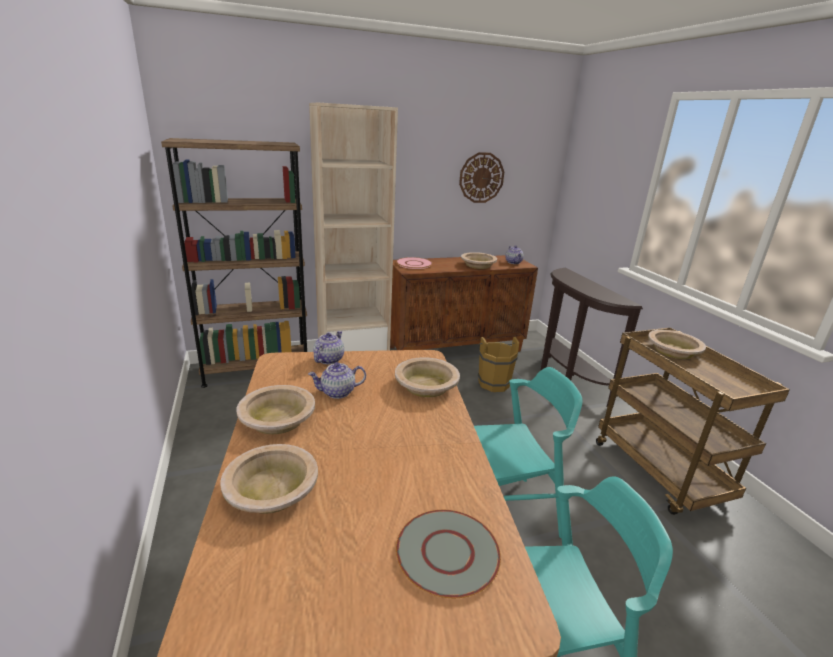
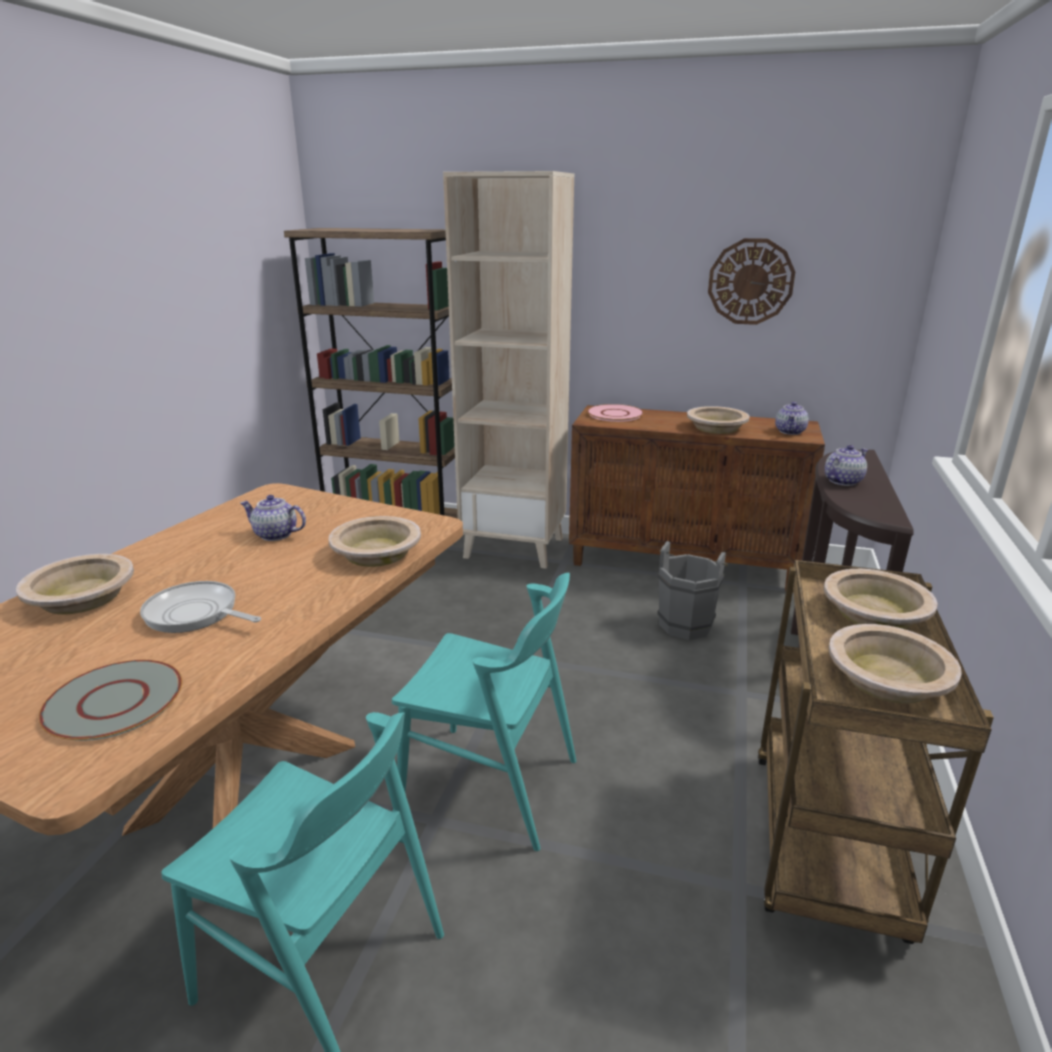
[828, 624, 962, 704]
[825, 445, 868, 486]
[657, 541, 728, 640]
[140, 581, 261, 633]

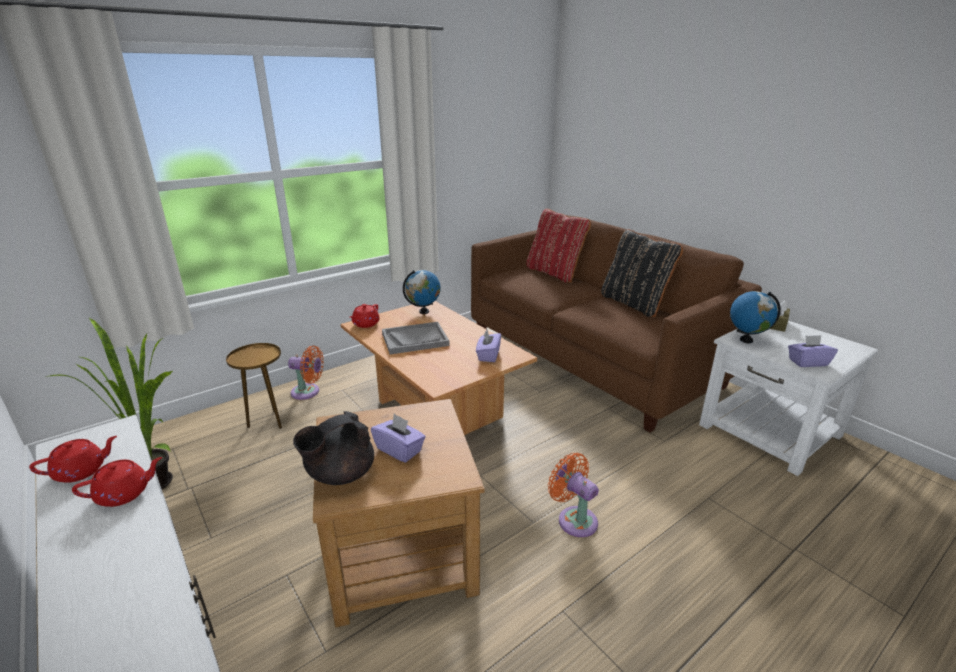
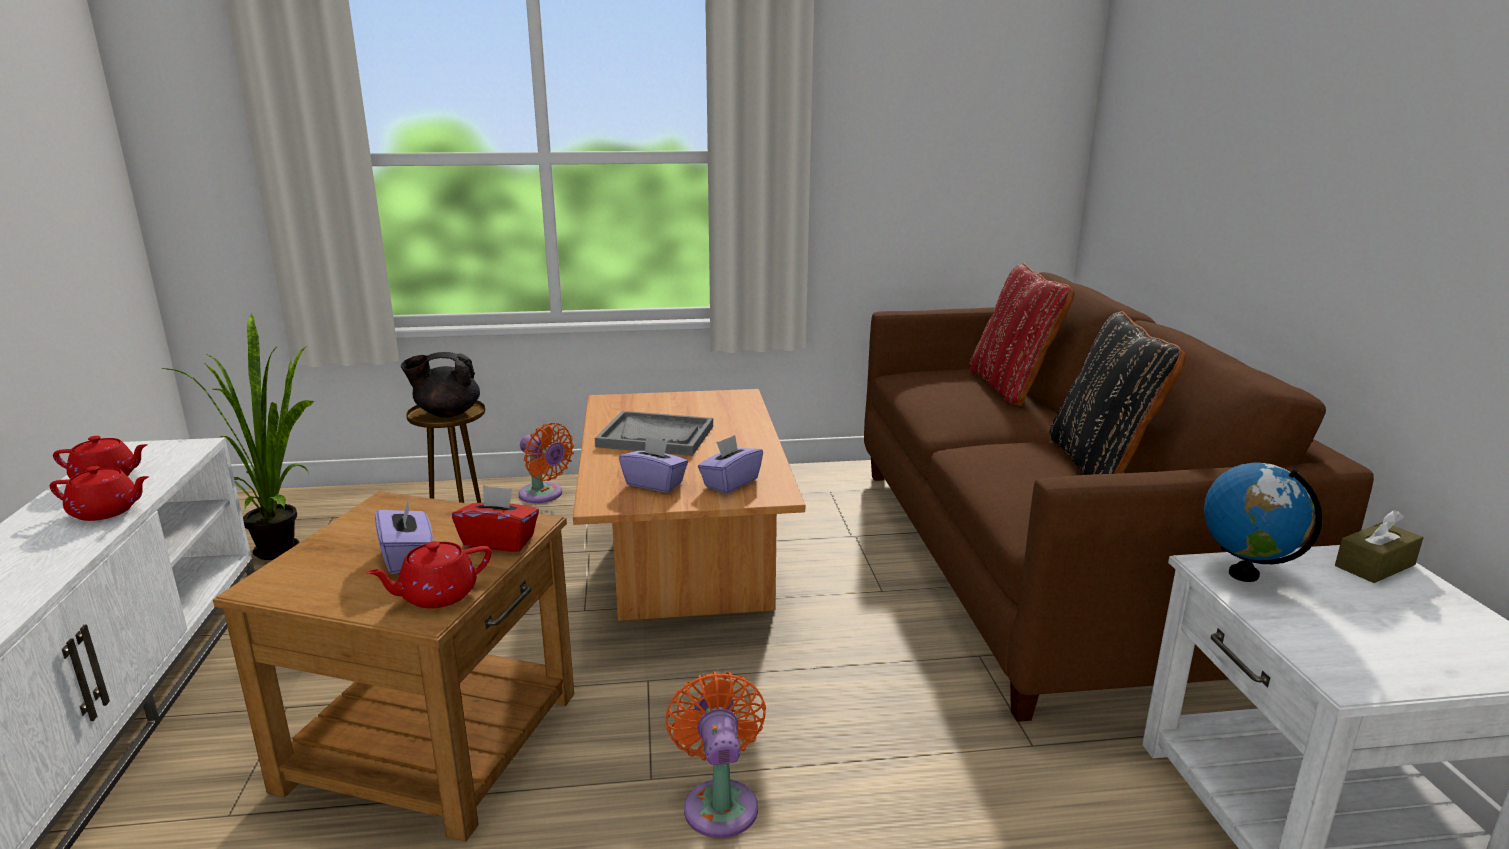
[401, 352, 480, 418]
[366, 541, 491, 608]
[403, 270, 441, 314] (first image)
[619, 436, 688, 493]
[452, 485, 539, 552]

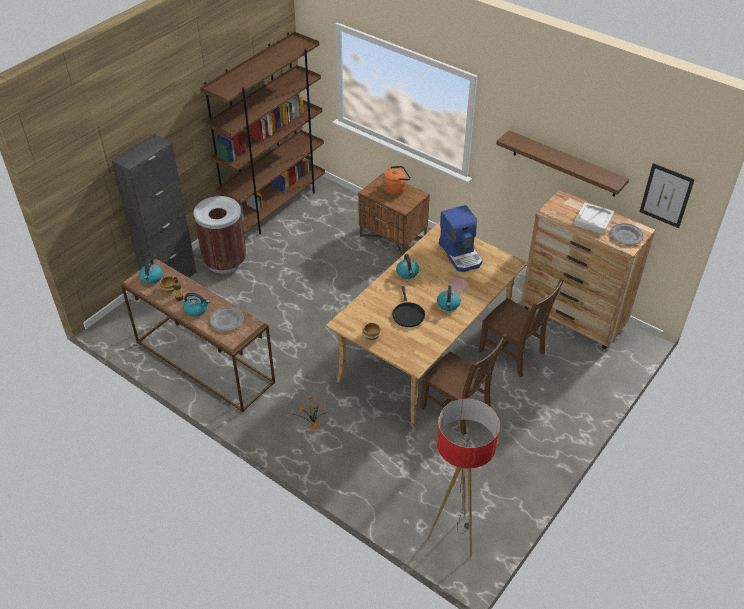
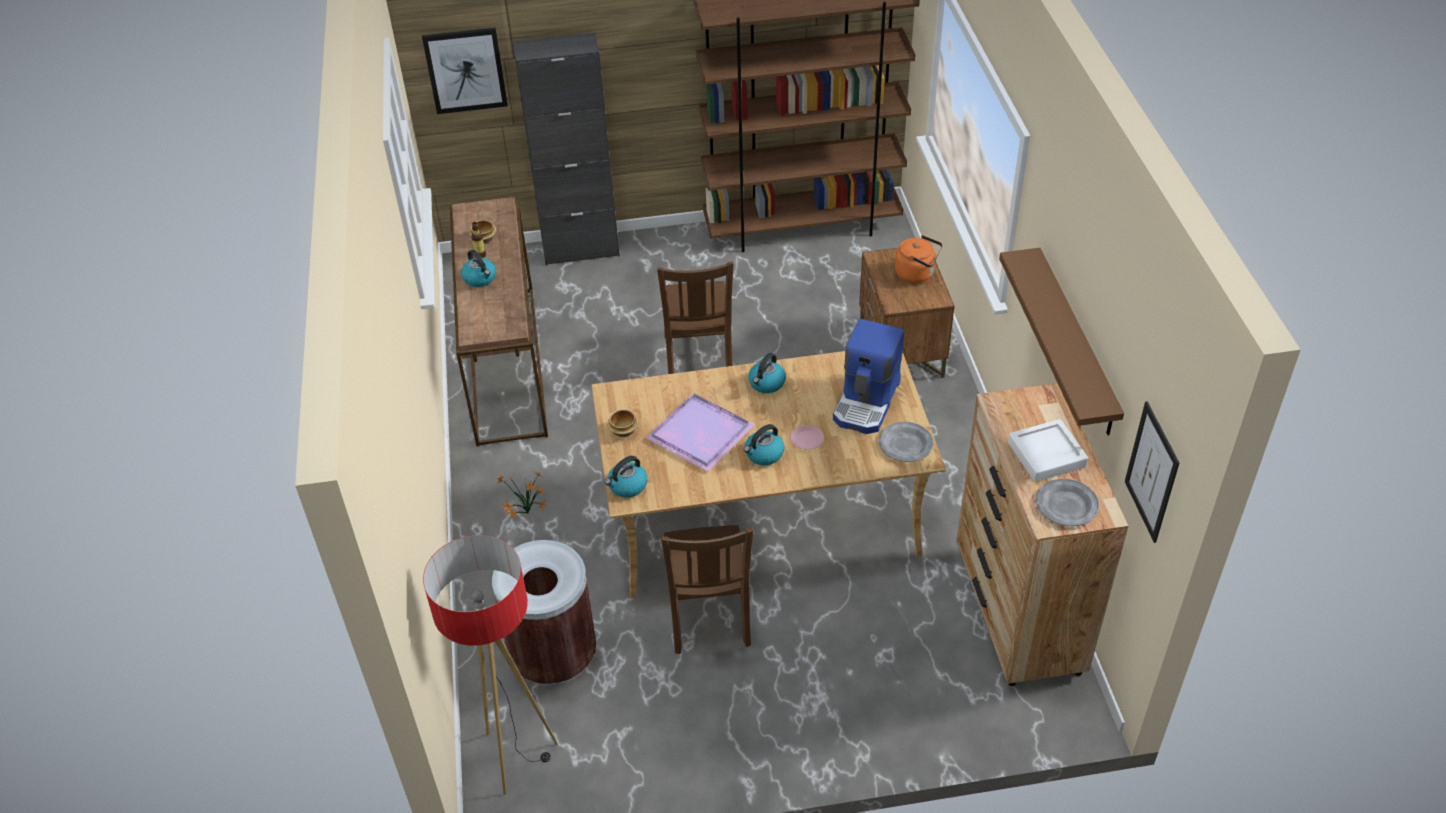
[605, 456, 647, 498]
[492, 540, 596, 686]
[879, 422, 934, 462]
[646, 393, 755, 472]
[657, 261, 734, 374]
[422, 28, 508, 114]

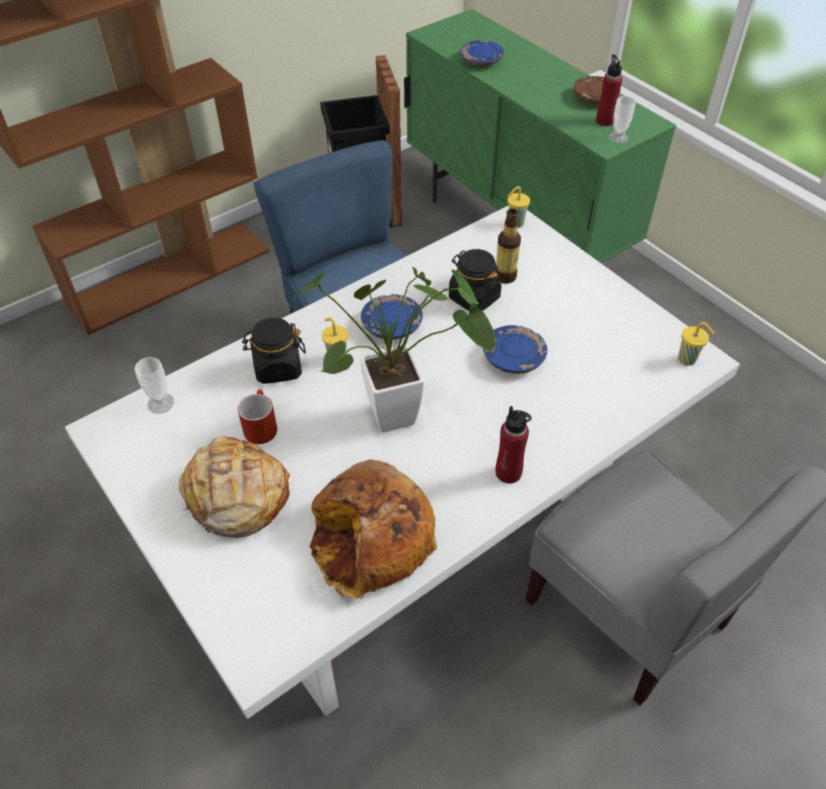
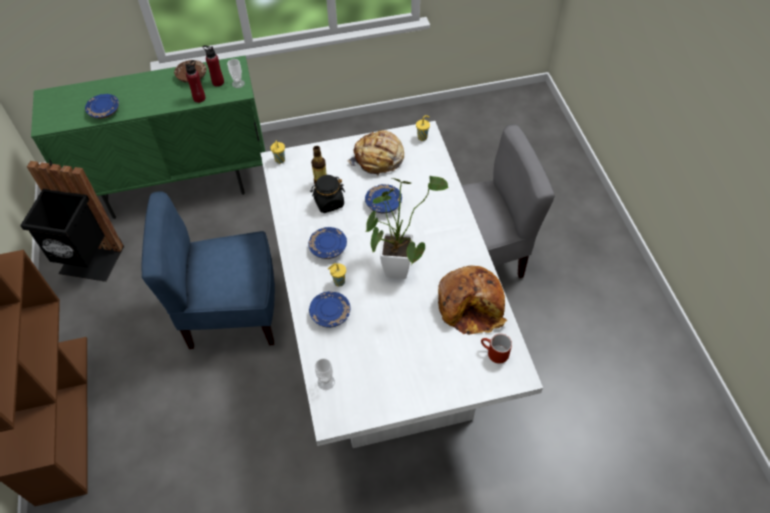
[347, 130, 404, 176]
[481, 334, 512, 364]
[309, 291, 351, 328]
[185, 60, 206, 103]

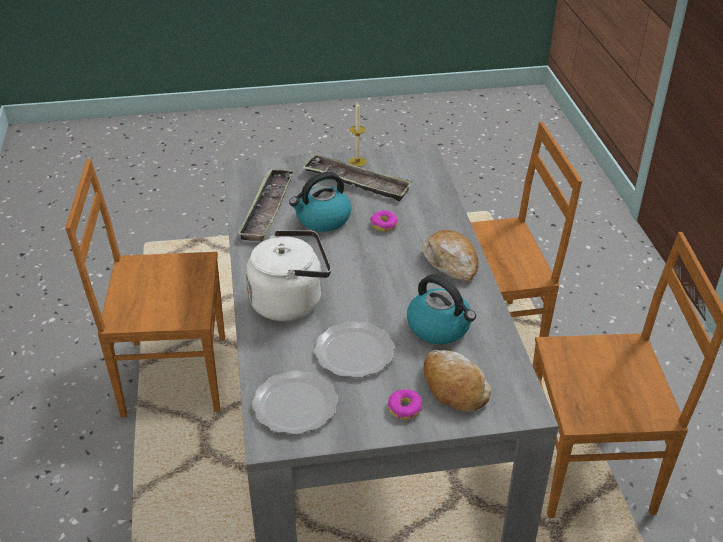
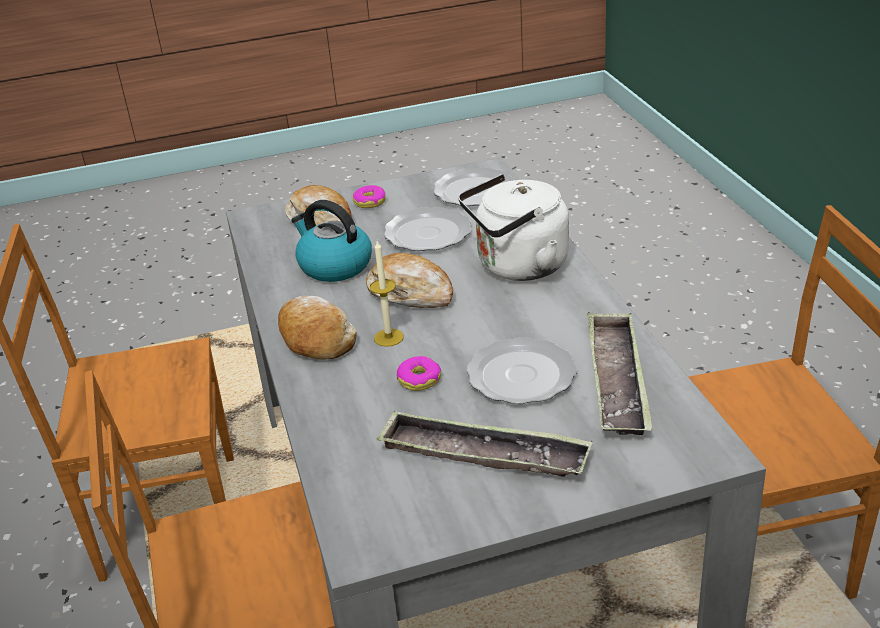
[466, 337, 577, 404]
[370, 241, 404, 347]
[366, 253, 453, 308]

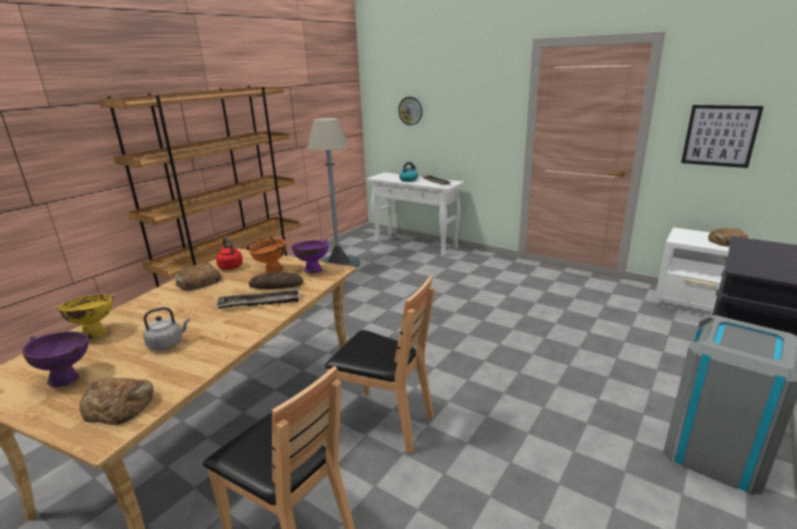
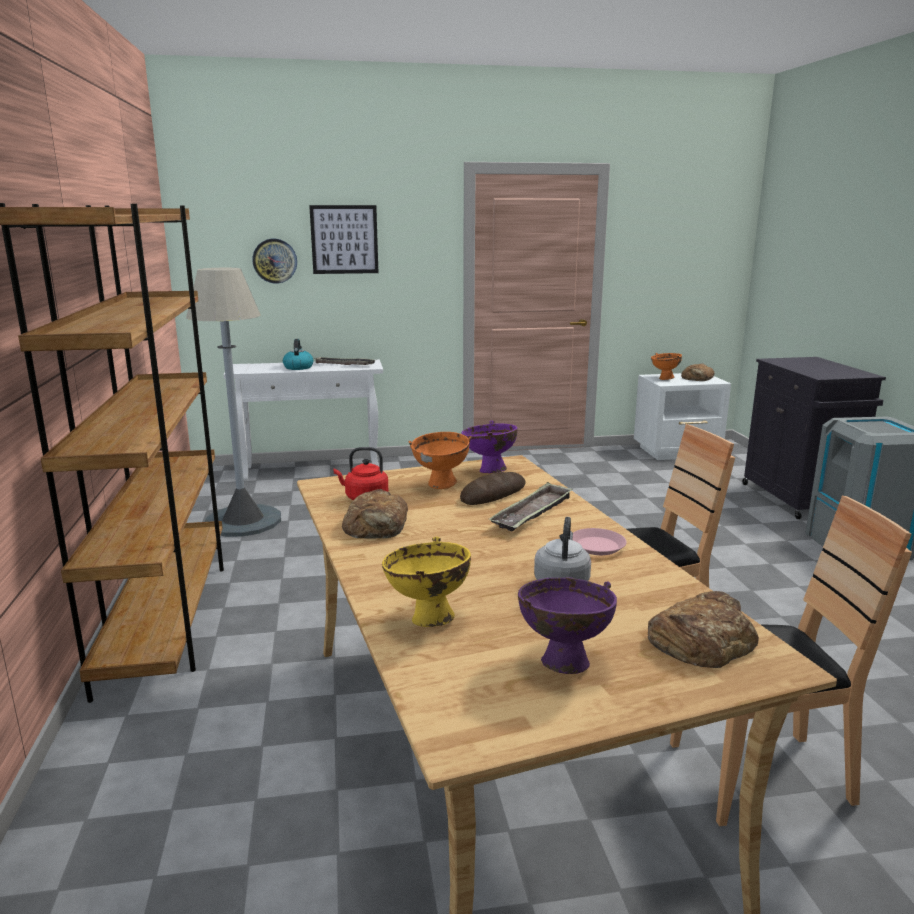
[309, 205, 378, 274]
[572, 528, 626, 555]
[651, 353, 682, 380]

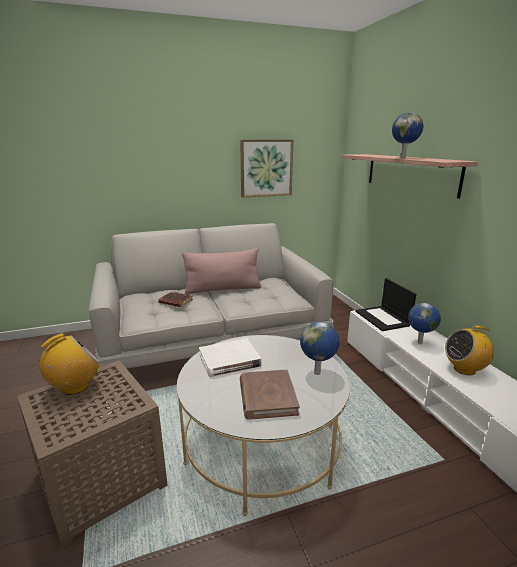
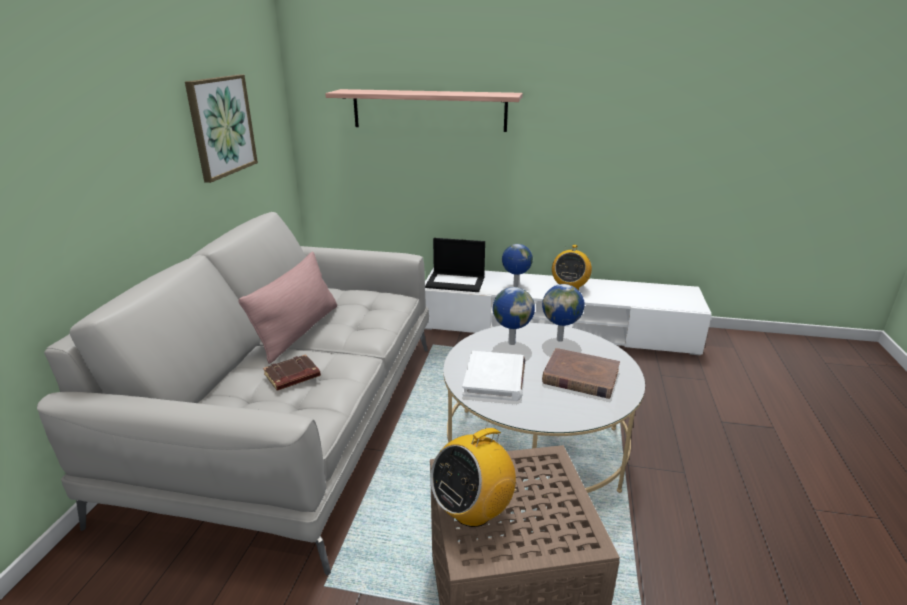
[430, 421, 516, 527]
[493, 287, 535, 345]

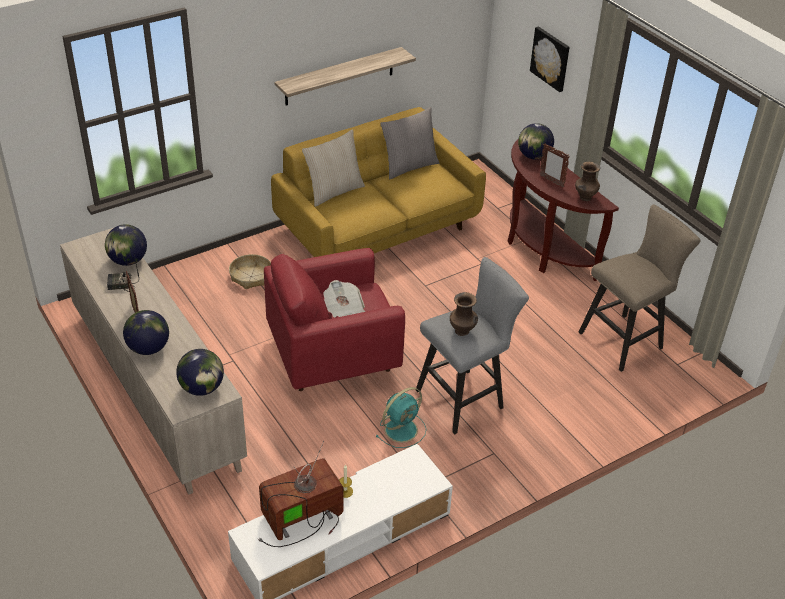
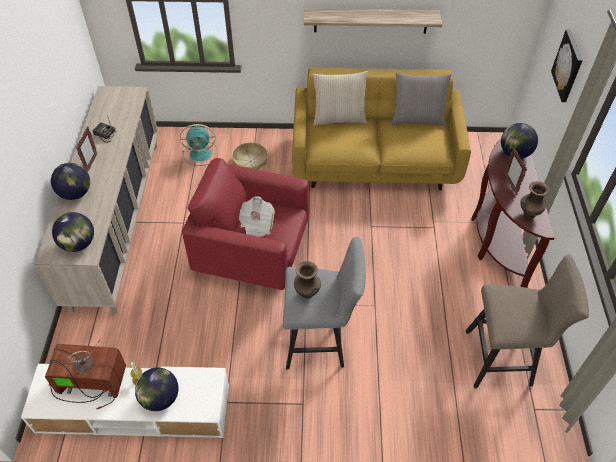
[135, 368, 179, 411]
[180, 124, 218, 166]

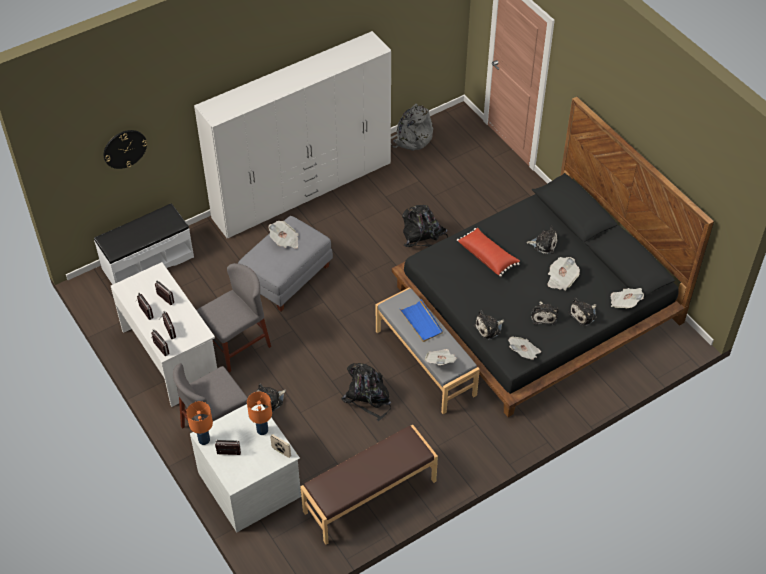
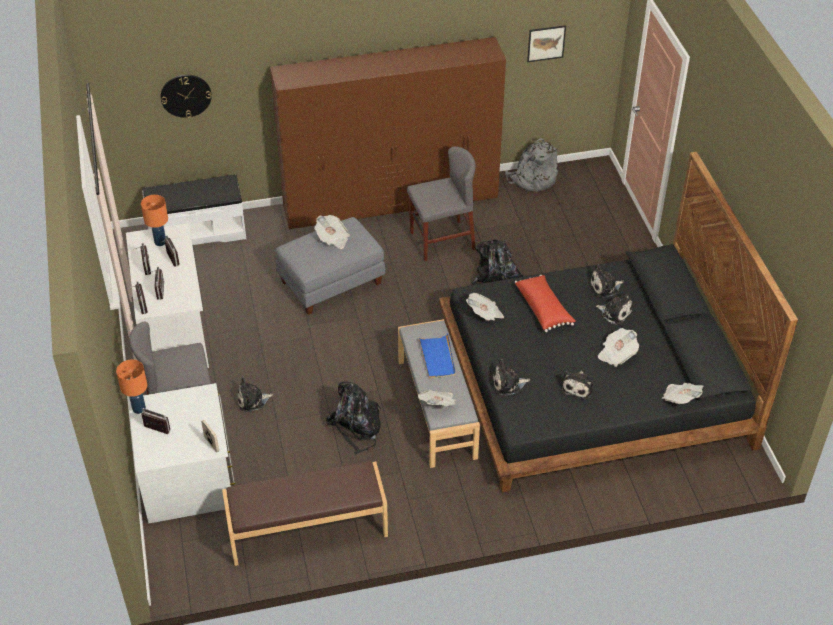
[270, 37, 506, 230]
[407, 146, 476, 261]
[141, 195, 168, 246]
[466, 293, 504, 321]
[589, 264, 624, 298]
[527, 25, 566, 62]

